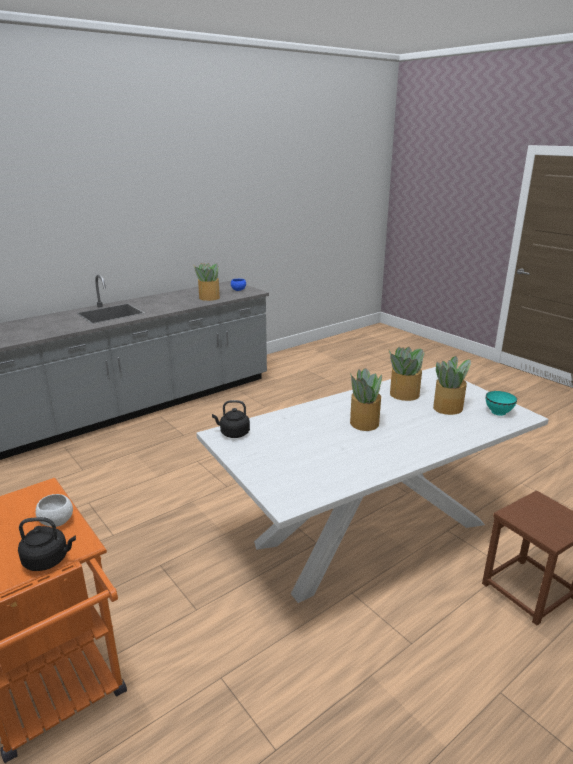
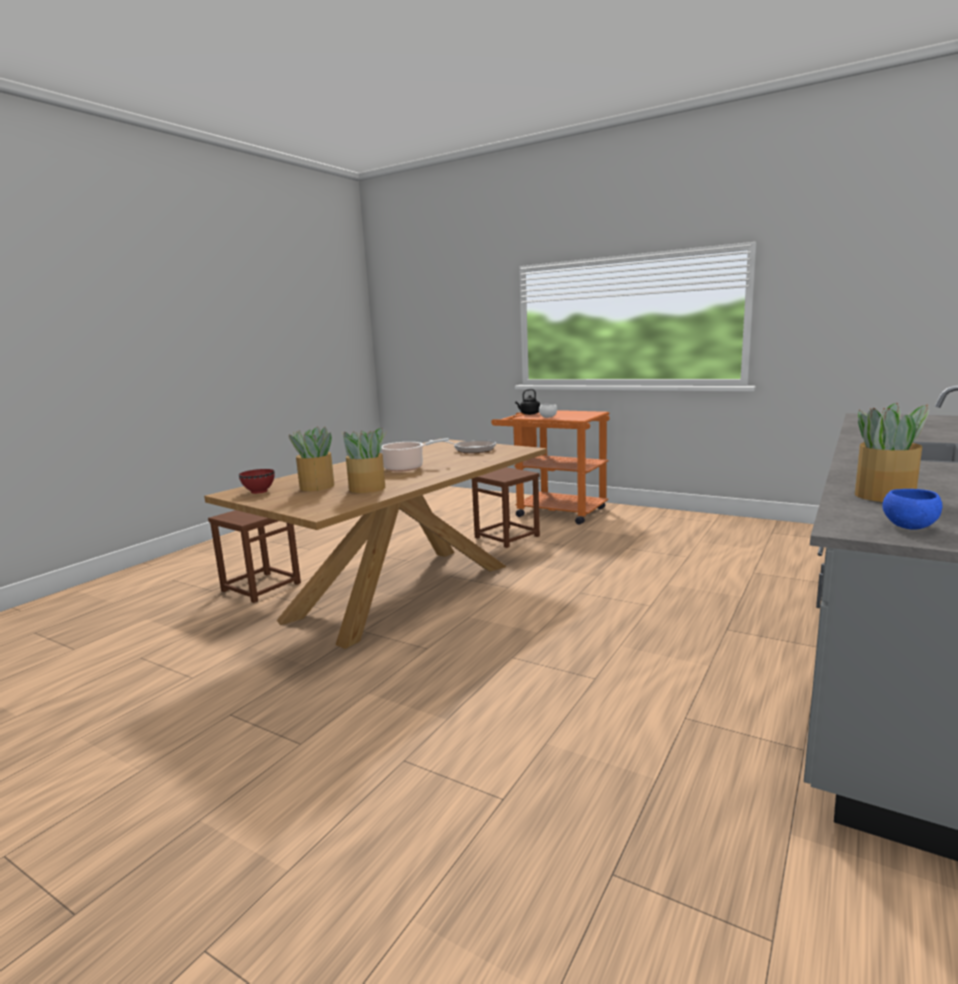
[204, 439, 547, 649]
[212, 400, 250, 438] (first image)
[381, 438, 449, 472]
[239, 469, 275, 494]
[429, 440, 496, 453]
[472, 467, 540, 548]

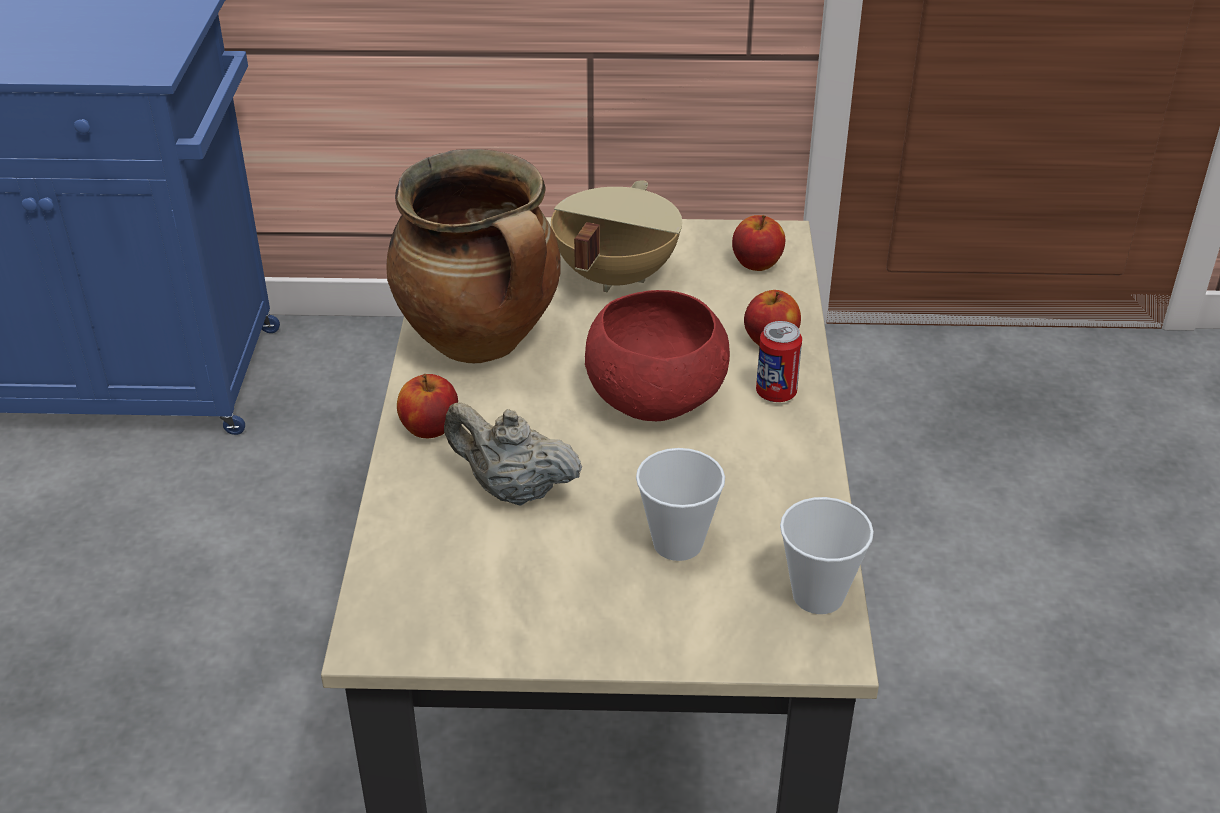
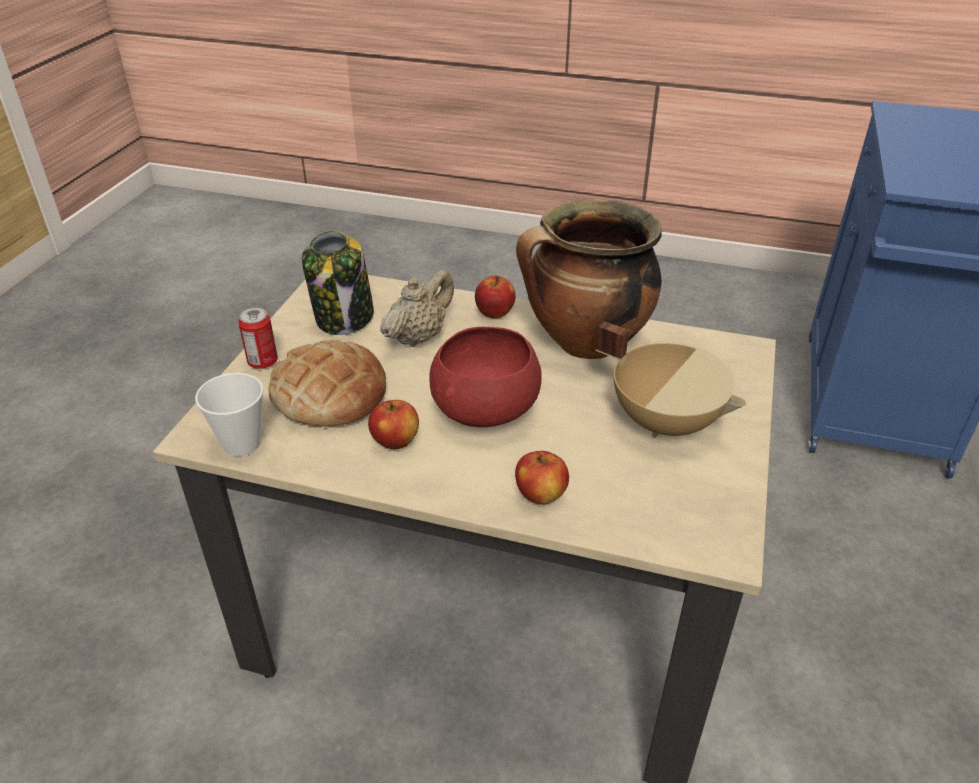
[268, 340, 386, 427]
[368, 400, 419, 449]
[238, 308, 278, 369]
[302, 231, 374, 335]

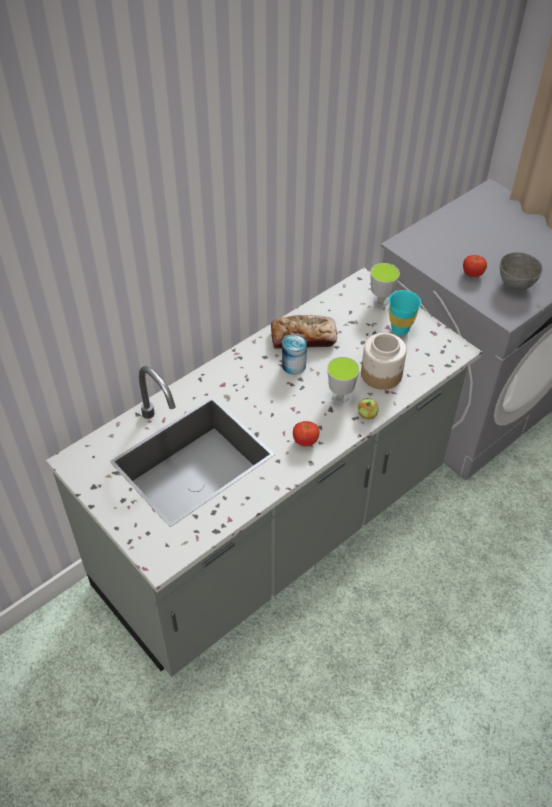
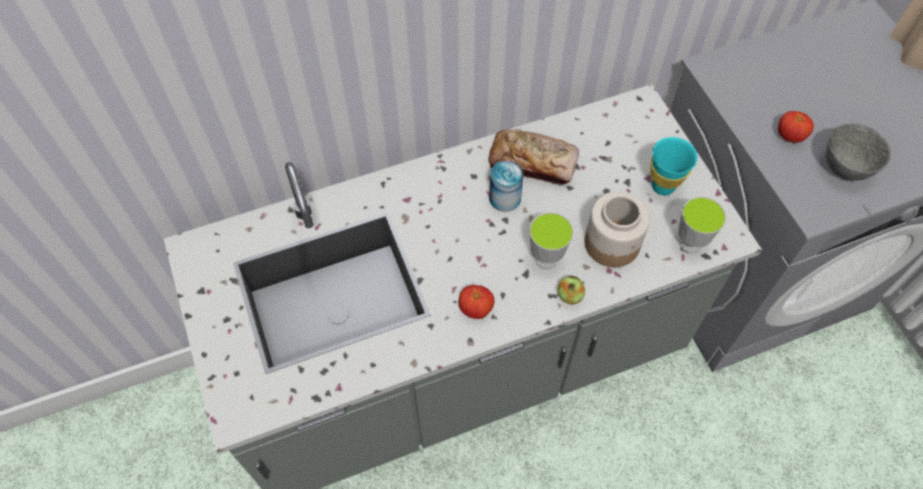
[678, 197, 726, 254]

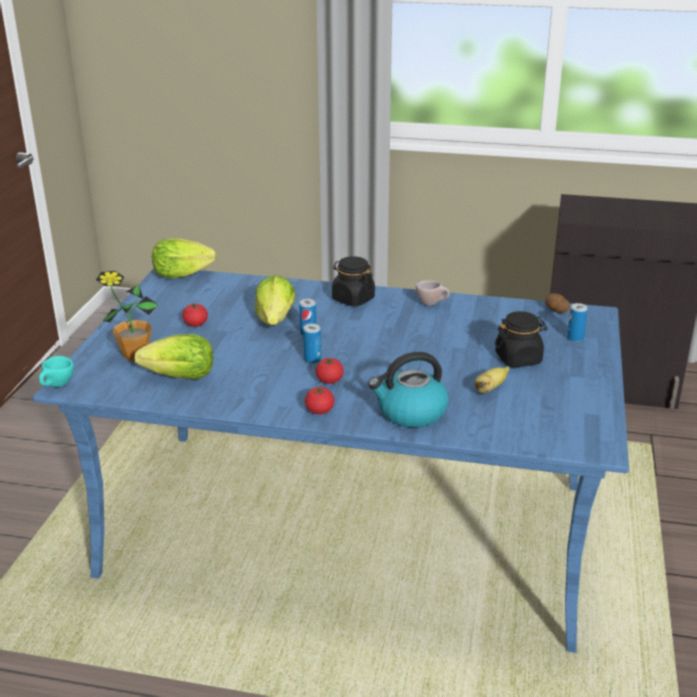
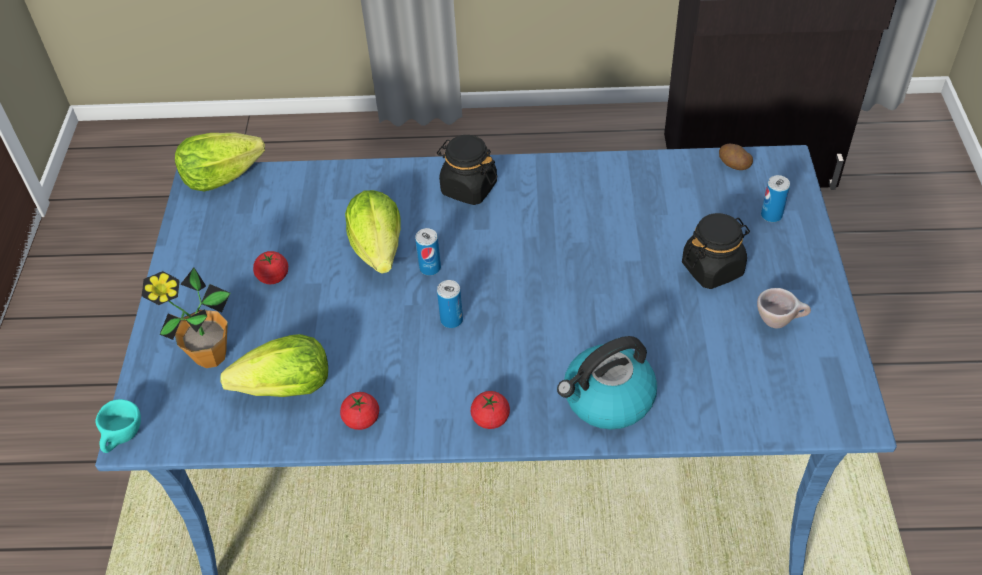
[340, 392, 379, 430]
[757, 288, 811, 328]
[475, 366, 510, 393] (first image)

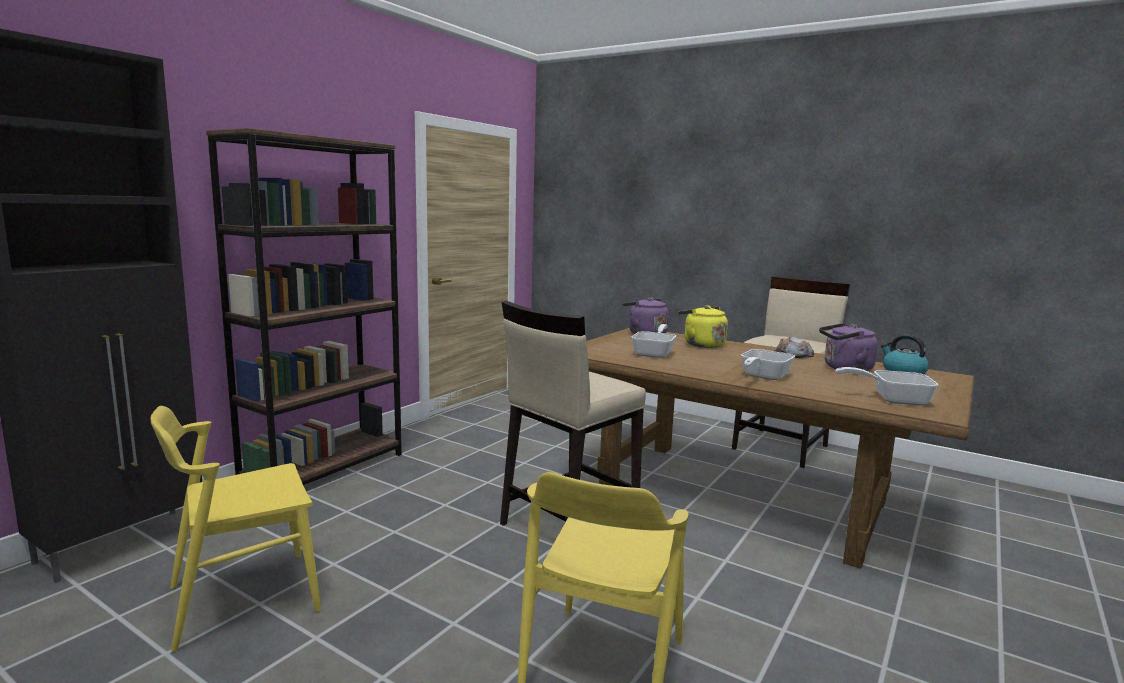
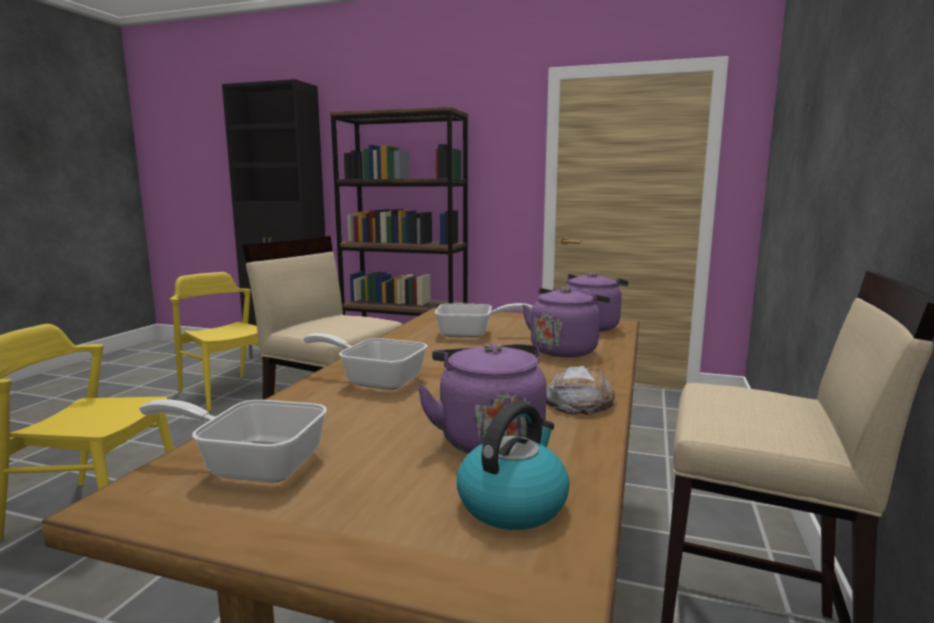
[522, 287, 610, 358]
[139, 399, 327, 483]

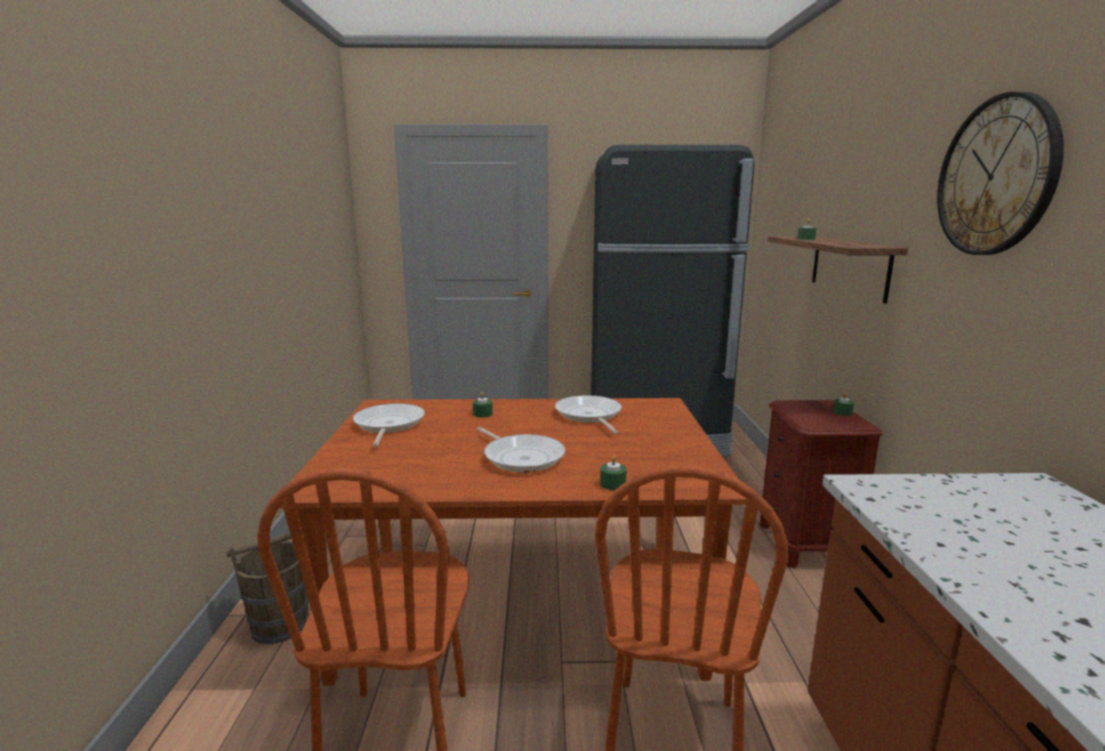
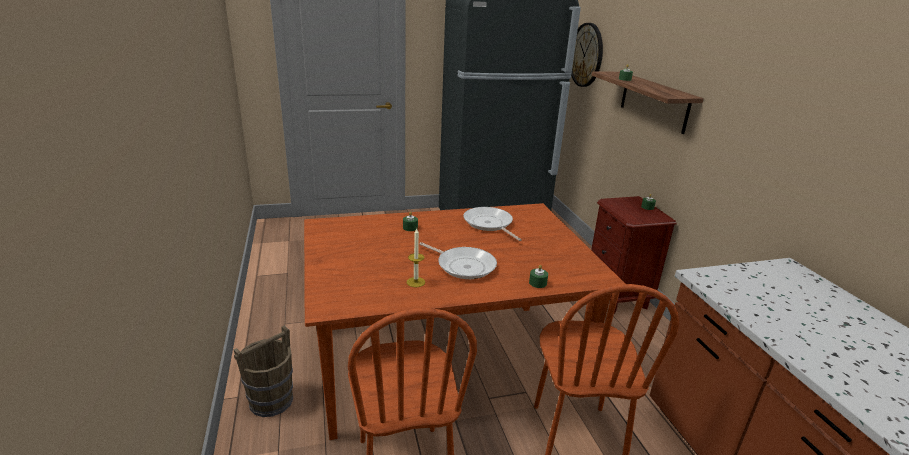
[353, 403, 425, 447] (first image)
[571, 23, 603, 87]
[407, 229, 425, 287]

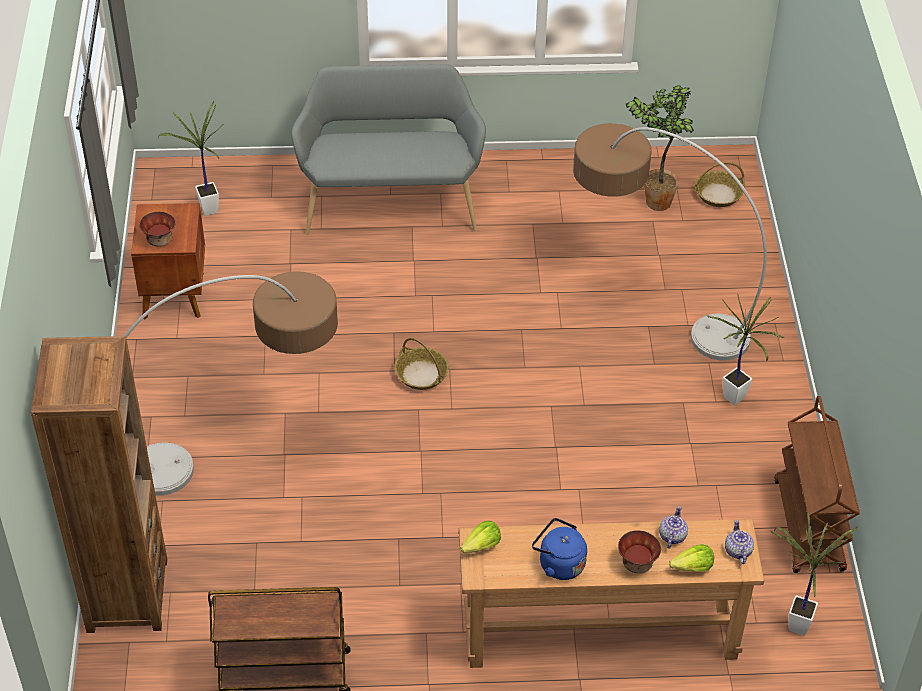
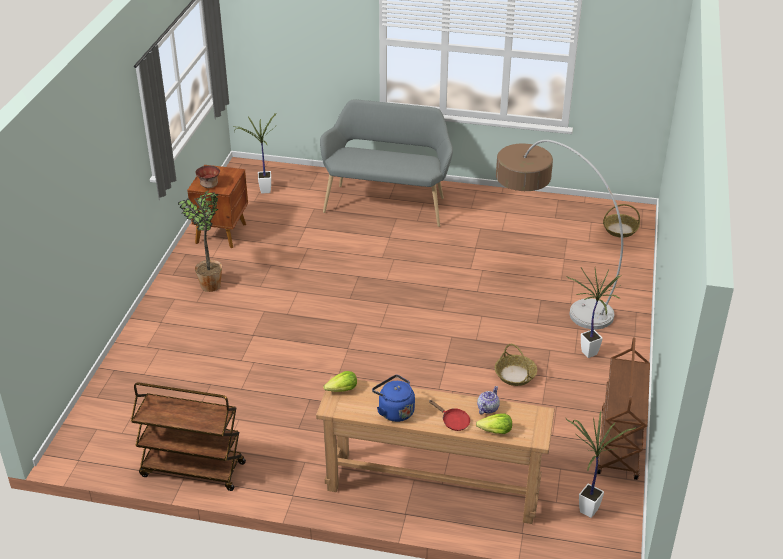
[31, 336, 167, 633] (first image)
[124, 271, 338, 496] (first image)
[495, 344, 537, 386]
[429, 400, 470, 431]
[178, 190, 222, 292]
[725, 520, 754, 564] (first image)

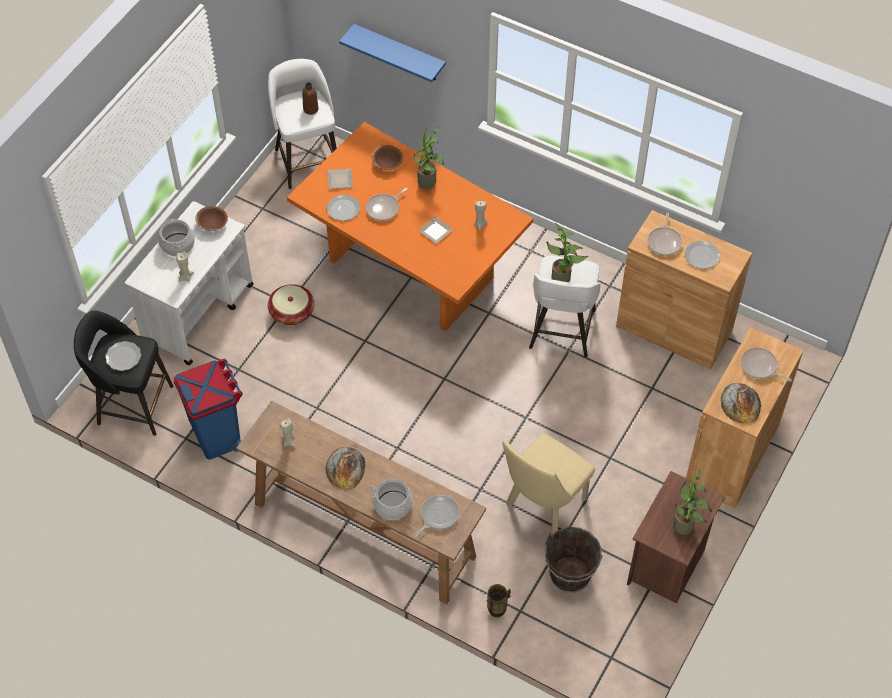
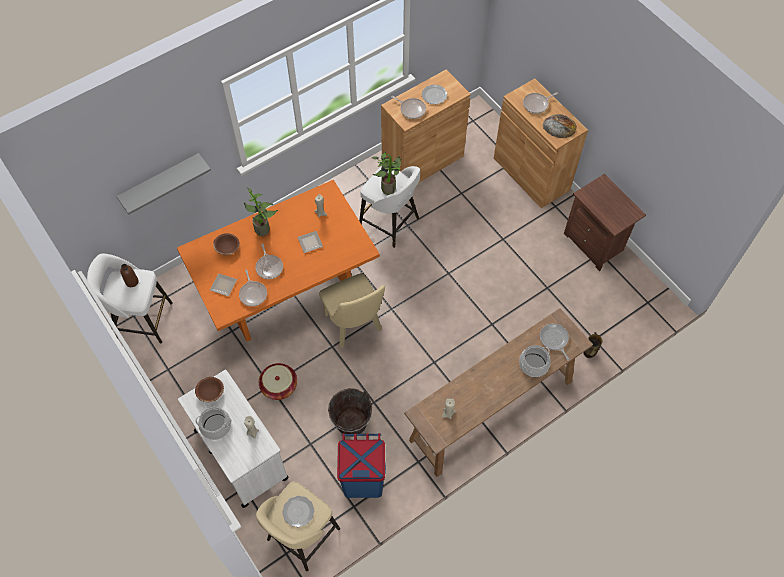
[256, 481, 340, 571]
[239, 269, 267, 307]
[326, 447, 365, 489] (first image)
[117, 153, 211, 215]
[319, 273, 385, 348]
[328, 388, 372, 437]
[673, 470, 712, 535] (first image)

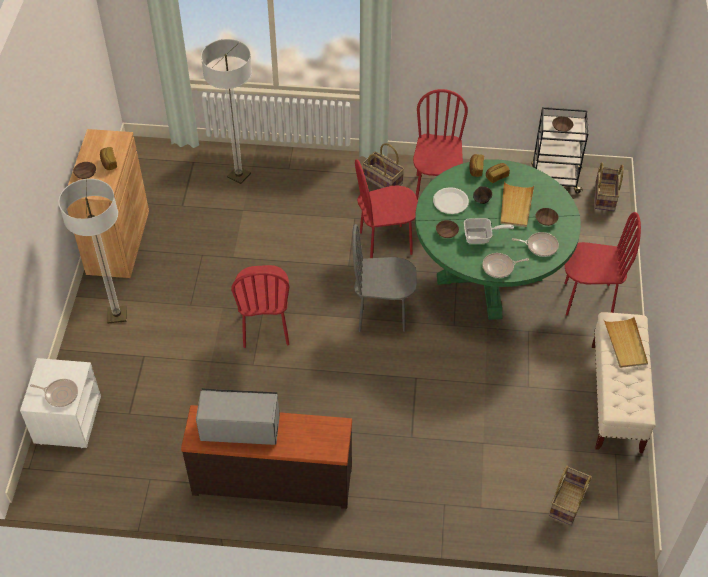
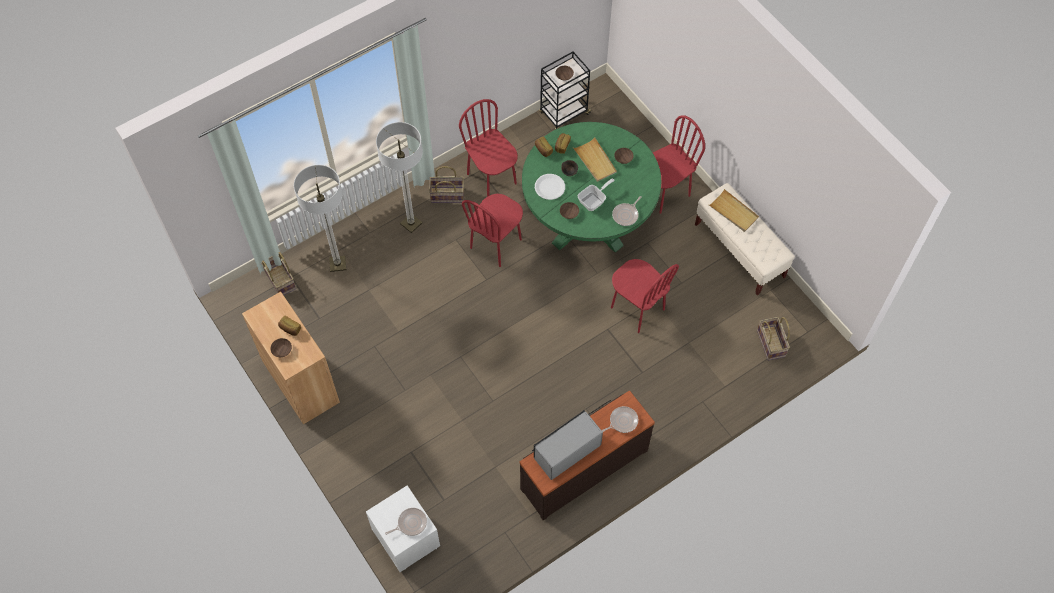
[376, 122, 423, 233]
[611, 259, 679, 333]
[352, 224, 417, 332] (first image)
[602, 406, 638, 433]
[261, 252, 296, 295]

